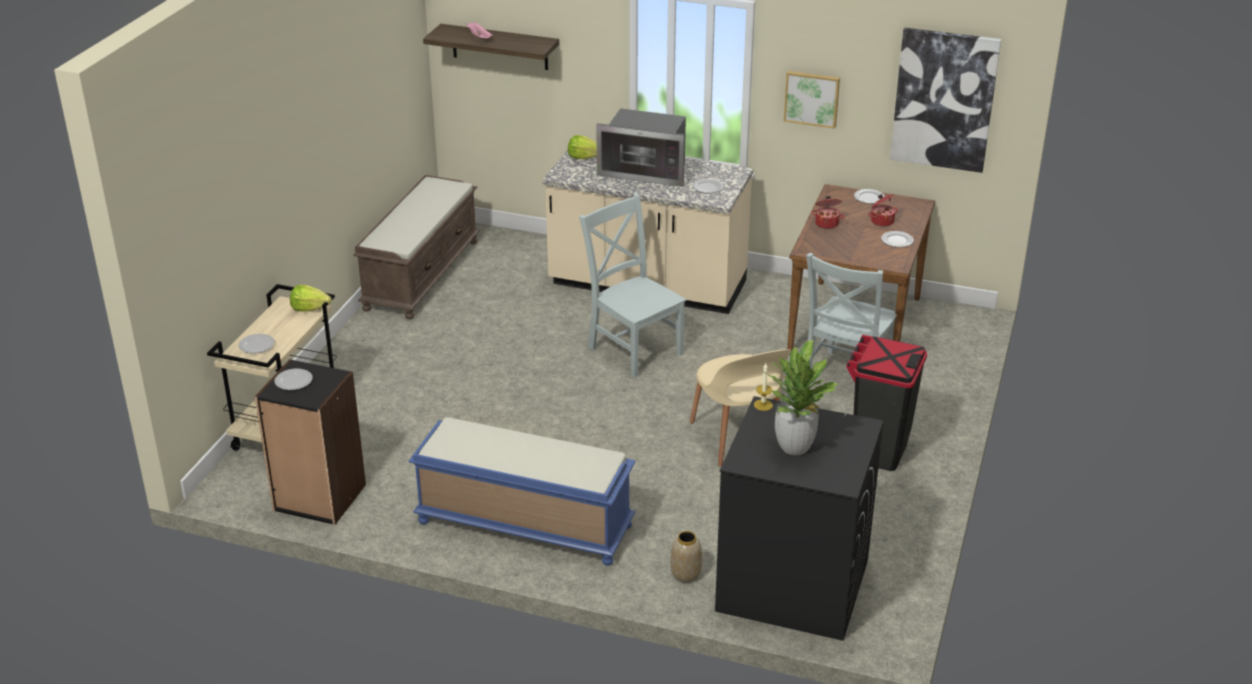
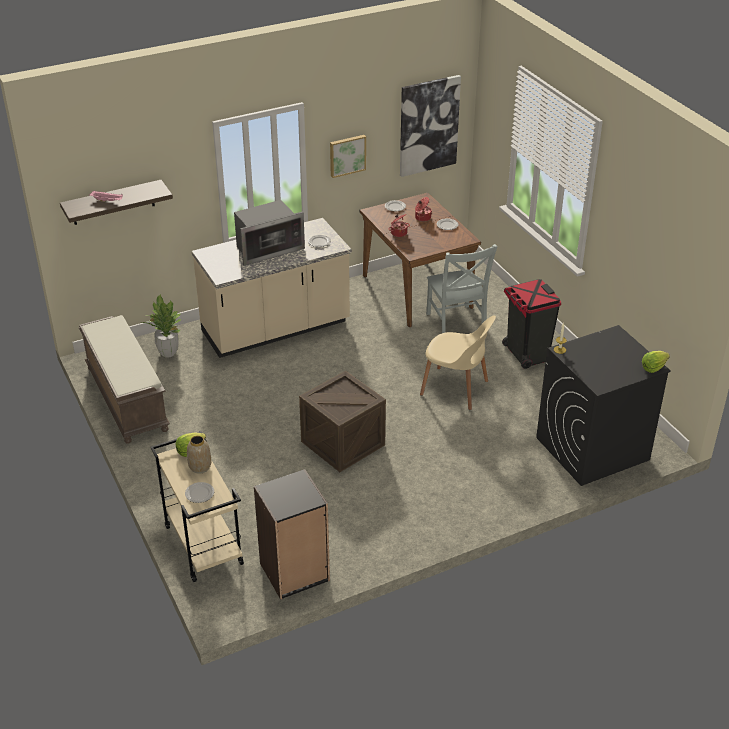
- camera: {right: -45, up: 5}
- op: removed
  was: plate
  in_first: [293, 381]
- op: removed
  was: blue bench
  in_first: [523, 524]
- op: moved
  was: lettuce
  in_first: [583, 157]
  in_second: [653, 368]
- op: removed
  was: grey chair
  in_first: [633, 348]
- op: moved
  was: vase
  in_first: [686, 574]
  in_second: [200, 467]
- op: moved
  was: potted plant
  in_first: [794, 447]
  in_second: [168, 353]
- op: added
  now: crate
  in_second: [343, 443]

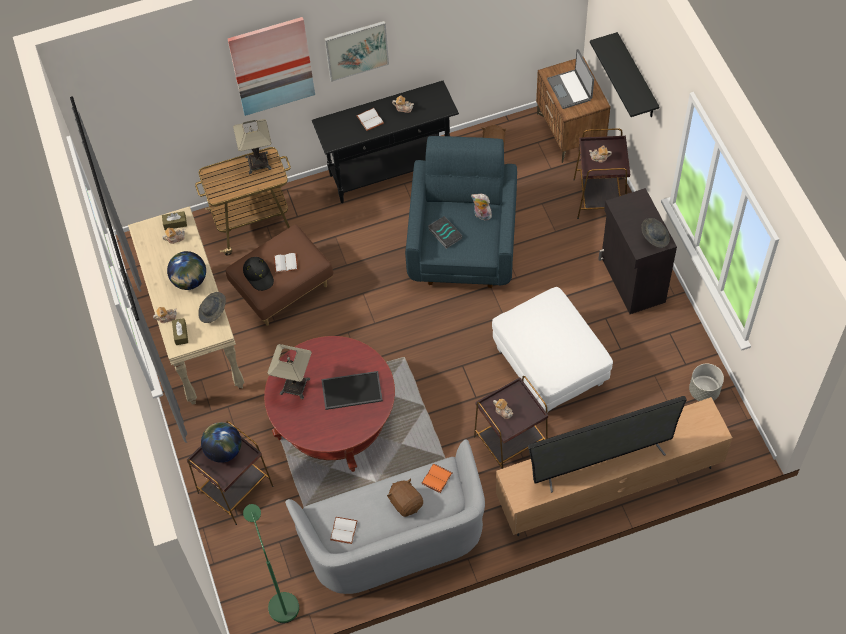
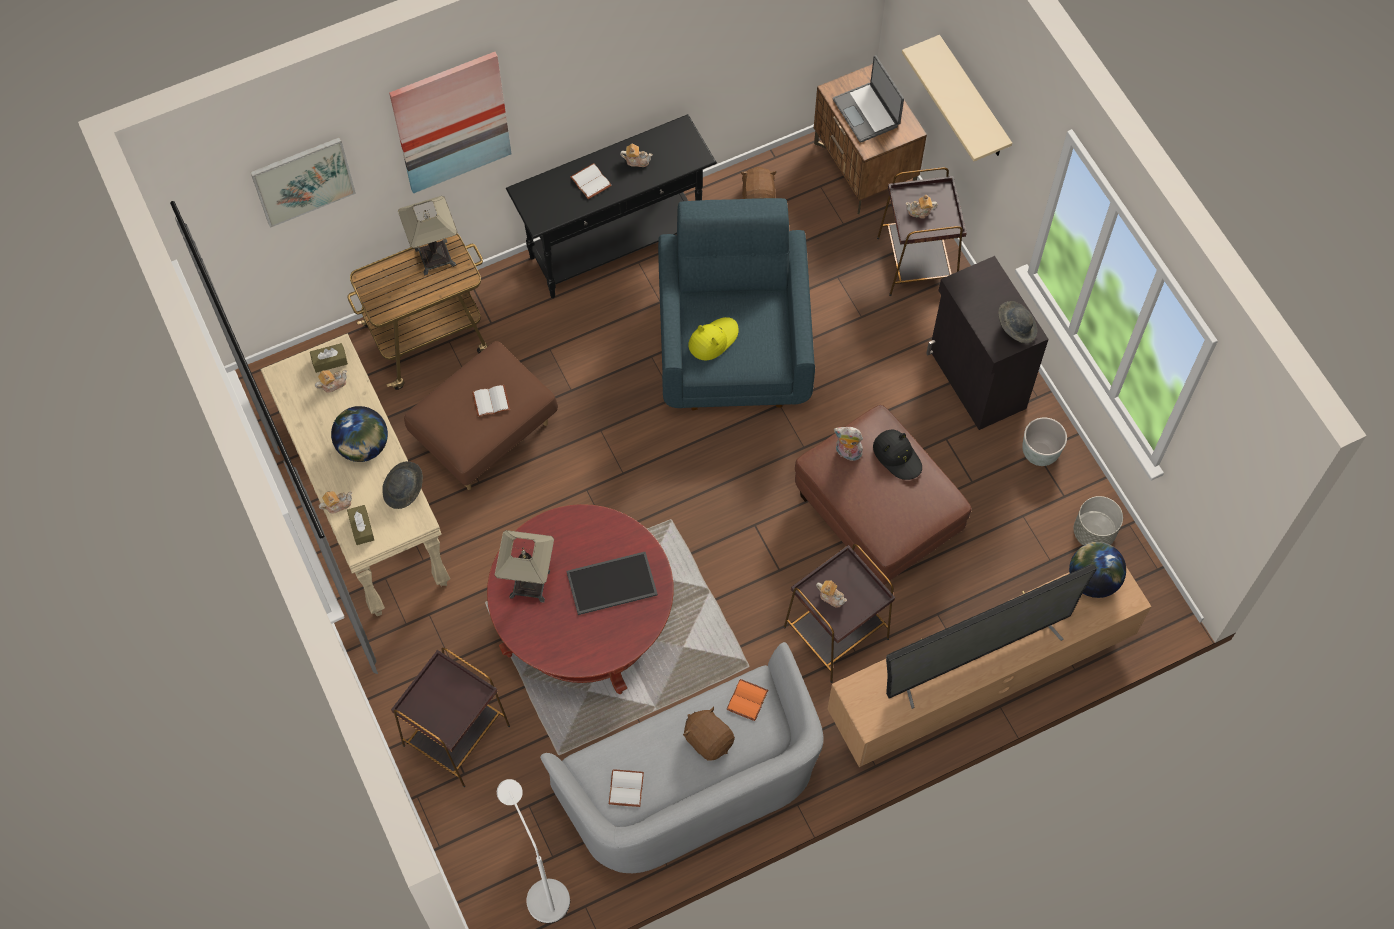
- camera: {right: -10, up: 5}
- op: moved
  was: globe
  in_first: [224, 450]
  in_second: [1092, 580]
- op: moved
  was: black hat
  in_first: [259, 275]
  in_second: [897, 456]
- op: recoloured
  was: green floor lamp
  now: white floor lamp
  in_first: [281, 600]
  in_second: [543, 890]
- op: moved
  was: picture
  in_first: [356, 50]
  in_second: [303, 181]
- op: replaced
  was: book
  now: yellow hat
  in_first: [444, 234]
  in_second: [713, 340]
- op: moved
  was: plush toy
  in_first: [481, 215]
  in_second: [847, 453]
- op: recoloured
  was: white ottoman
  now: brown ottoman
  in_first: [549, 366]
  in_second: [876, 515]
- op: recoloured
  was: black shelf
  now: beige shelf
  in_first: [636, 78]
  in_second: [973, 100]
- op: added
  now: grey planter
  in_second: [1040, 453]

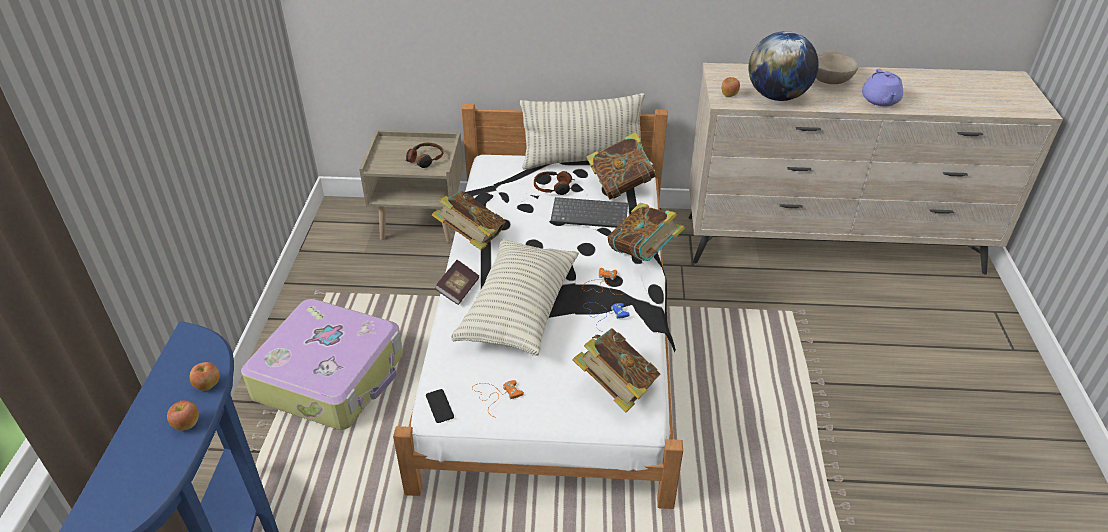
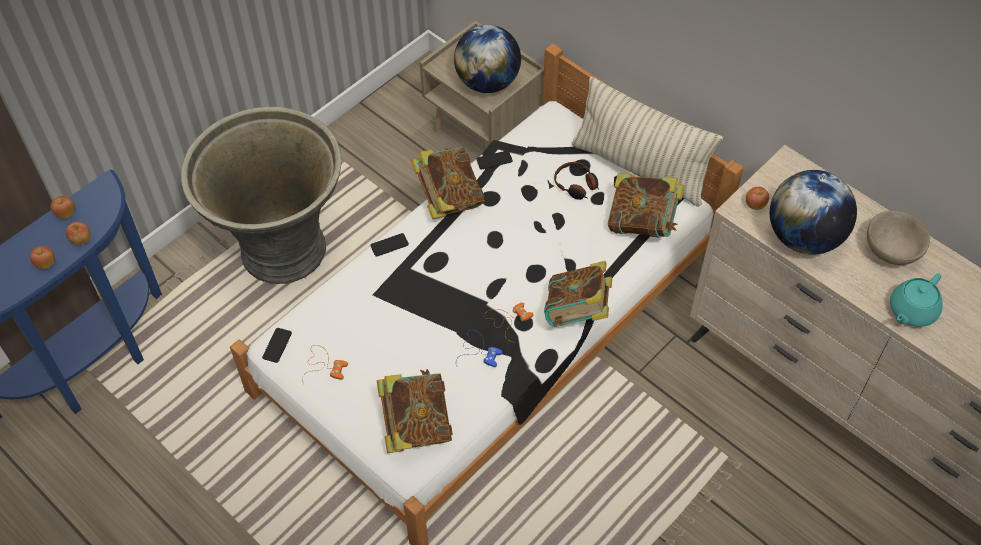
- camera: {right: 40, up: 15}
- op: replaced
  was: suitcase
  now: grey planter
  in_first: [331, 376]
  in_second: [282, 248]
- op: replaced
  was: headphones
  now: globe
  in_first: [424, 159]
  in_second: [487, 82]
- op: replaced
  was: book
  now: phone
  in_first: [458, 290]
  in_second: [389, 245]
- op: removed
  was: pillow
  in_first: [519, 310]
- op: removed
  was: keyboard
  in_first: [590, 214]
- op: recoloured
  was: purple teapot
  now: turquoise teapot
  in_first: [880, 100]
  in_second: [911, 311]
- op: added
  now: apple
  in_second: [66, 214]

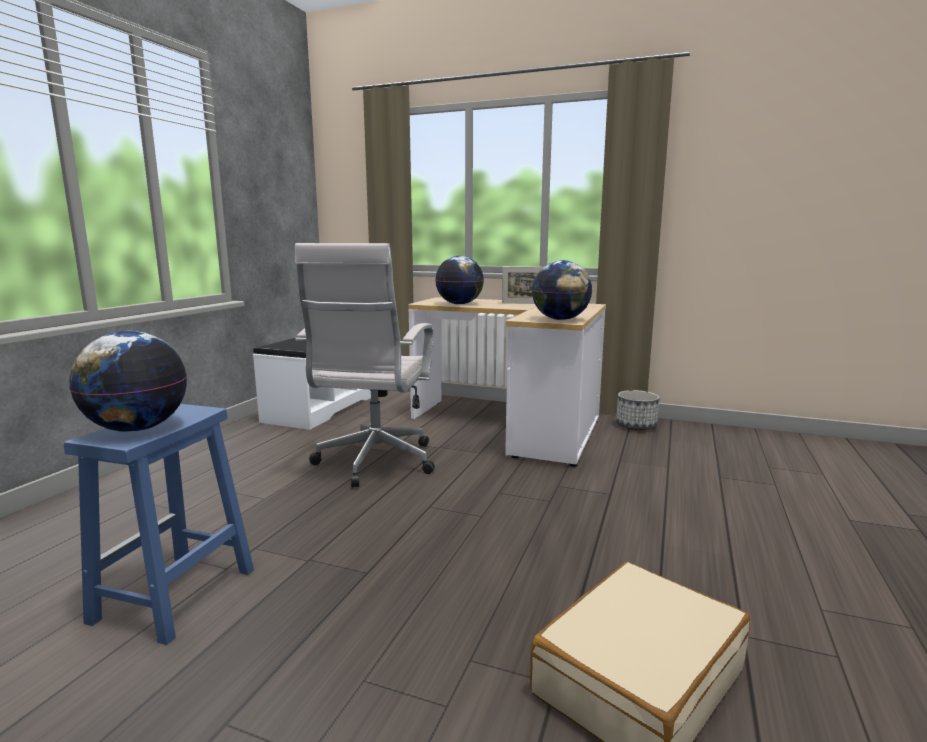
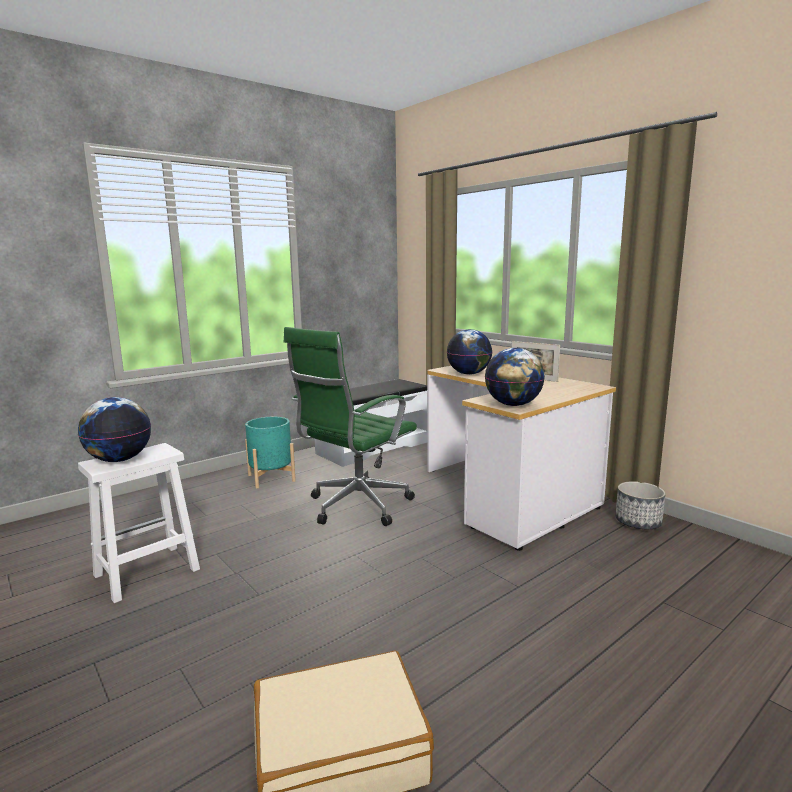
- camera: {right: 30, up: 0}
- op: recoloured
  was: blue stool
  now: white stool
  in_first: [174, 596]
  in_second: [145, 573]
- op: recoloured
  was: white office chair
  now: green office chair
  in_first: [374, 464]
  in_second: [355, 507]
- op: added
  now: turquoise planter
  in_second: [271, 478]

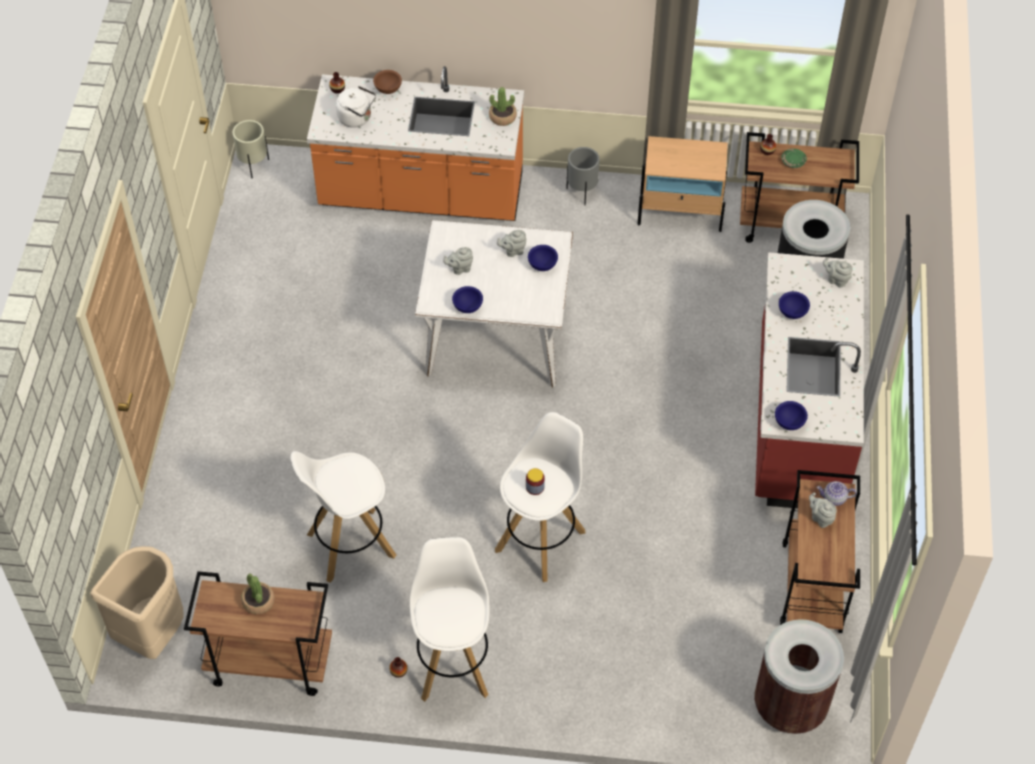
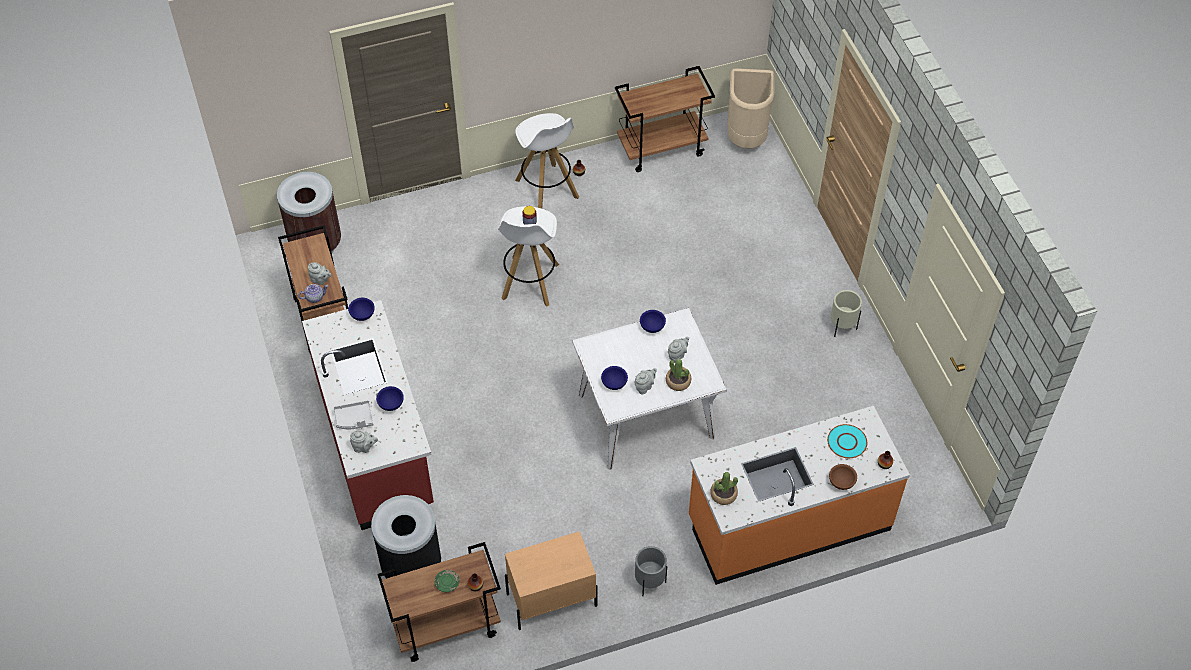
- camera: {right: 155, up: 0}
- op: moved
  was: beige planter
  in_first: [253, 166]
  in_second: [842, 328]
- op: moved
  was: potted plant
  in_first: [258, 601]
  in_second: [678, 381]
- op: removed
  was: white stool
  in_first: [349, 545]
- op: replaced
  was: white kettle
  now: turquoise plate
  in_first: [357, 118]
  in_second: [846, 442]
- op: added
  now: grey tray
  in_second: [354, 419]

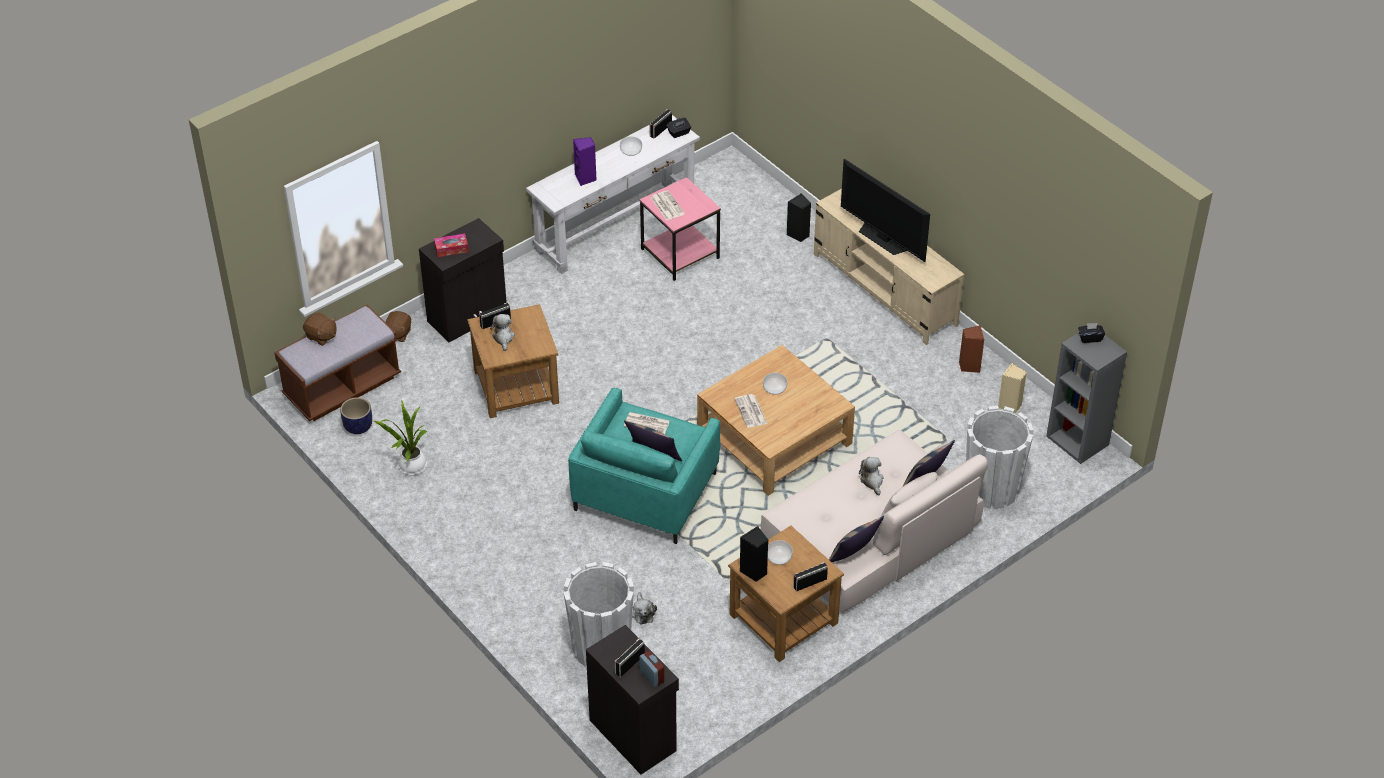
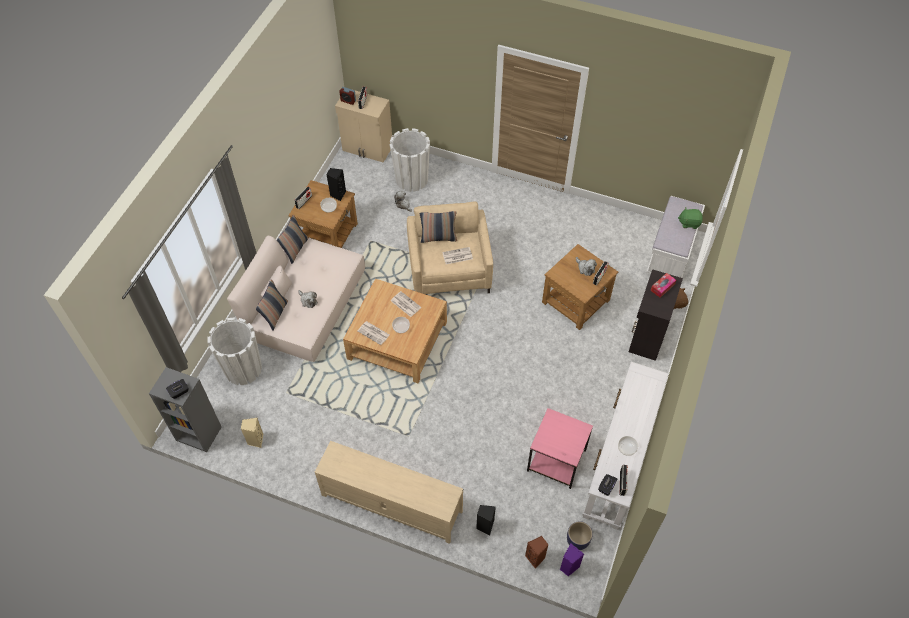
- camera: {right: 150, up: 10}
- op: recoloured
  was: brown bench
  now: white bench
  in_first: [342, 387]
  in_second: [671, 253]
- op: recoloured
  was: brown plush toy
  now: green plush toy
  in_first: [321, 336]
  in_second: [689, 223]
- op: moved
  was: planter
  in_first: [358, 426]
  in_second: [577, 541]
- op: removed
  was: potted plant
  in_first: [410, 467]
- op: recoloured
  was: turquoise armchair
  now: beige armchair
  in_first: [645, 491]
  in_second: [450, 270]
- op: moved
  was: purple speaker
  in_first: [585, 178]
  in_second: [568, 567]
- op: recoloured
  was: black cabinet
  now: beige cabinet
  in_first: [633, 734]
  in_second: [367, 149]
- op: moved
  was: newspaper
  in_first: [666, 205]
  in_second: [374, 333]
- op: removed
  was: television
  in_first: [883, 238]
- op: moved
  was: brown speaker
  in_first: [969, 366]
  in_second: [535, 558]

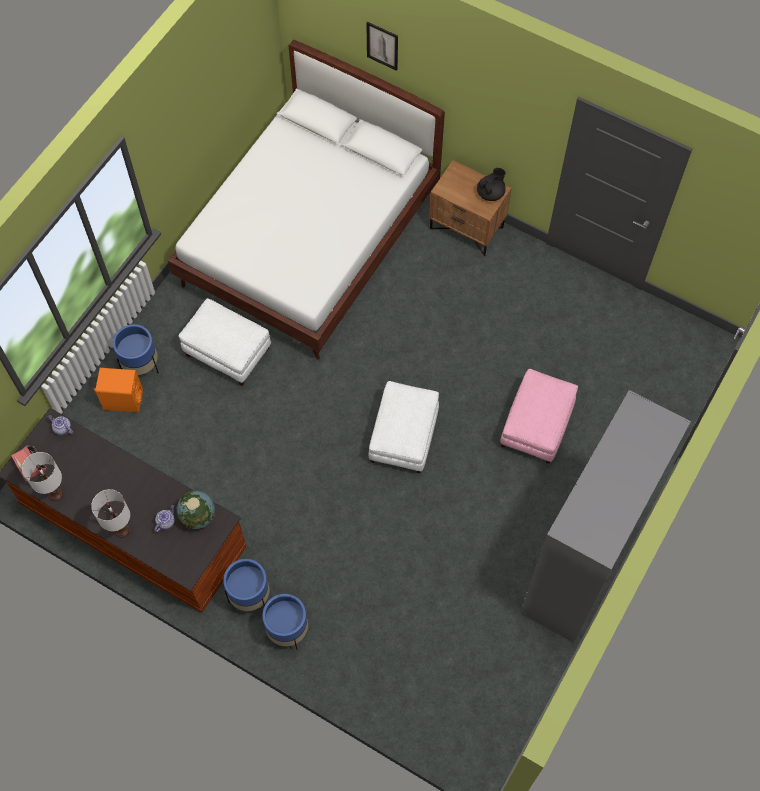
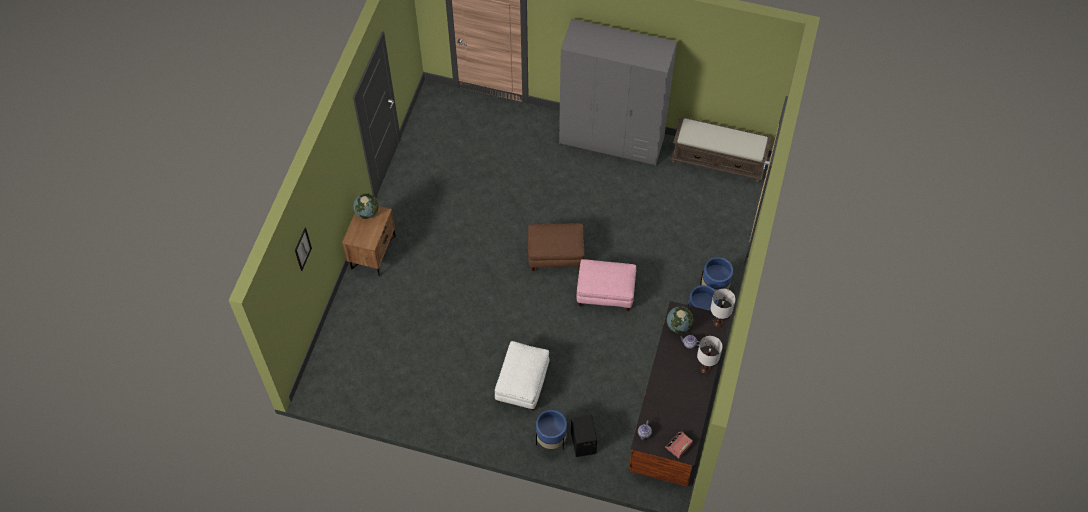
- camera: {right: -105, up: -5}
- op: moved
  was: white table lamp
  in_first: [55, 494]
  in_second: [718, 323]
- op: recoloured
  was: orange speaker
  now: black speaker
  in_first: [123, 400]
  in_second: [583, 443]
- op: removed
  was: white bed
  in_first: [310, 239]
- op: recoloured
  was: white ottoman
  now: brown ottoman
  in_first: [404, 437]
  in_second: [556, 254]
- op: replaced
  was: black teapot
  now: globe
  in_first: [491, 193]
  in_second: [367, 212]
- op: moved
  was: pink ottoman
  in_first: [536, 426]
  in_second: [606, 292]
- op: added
  now: brown bench
  in_second: [719, 160]

